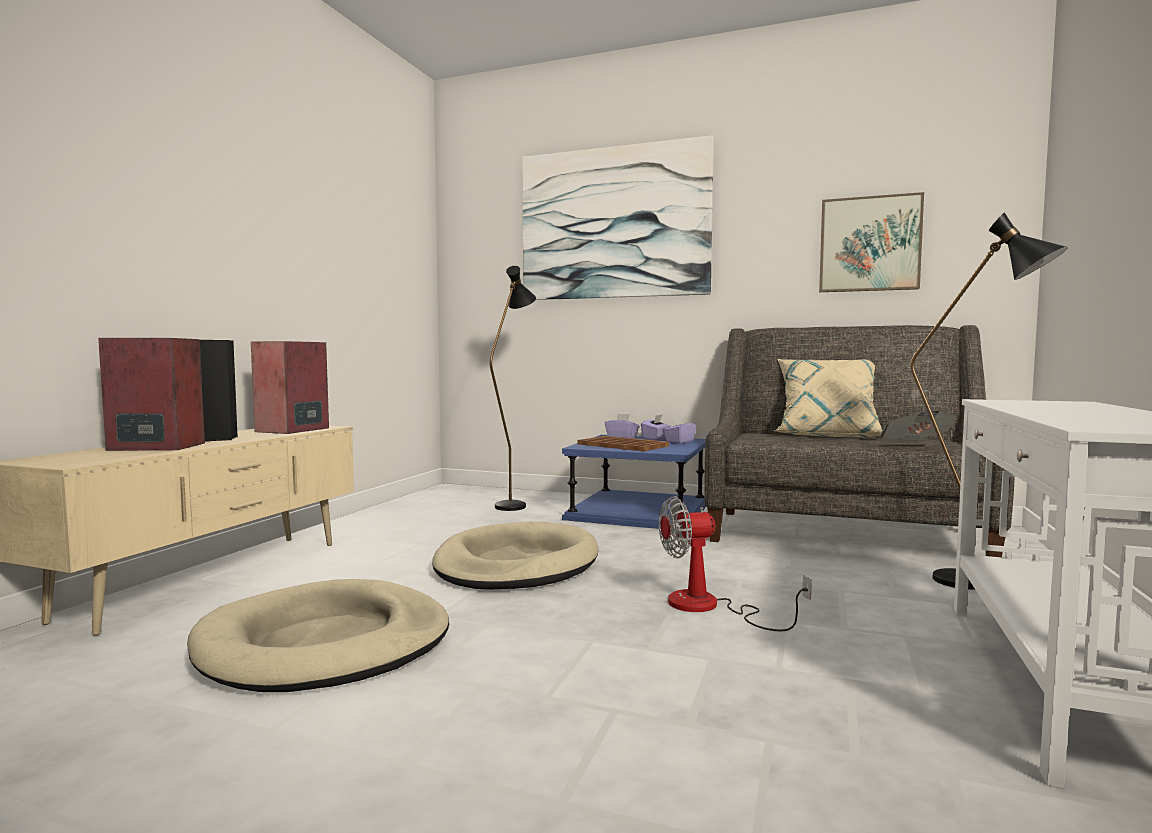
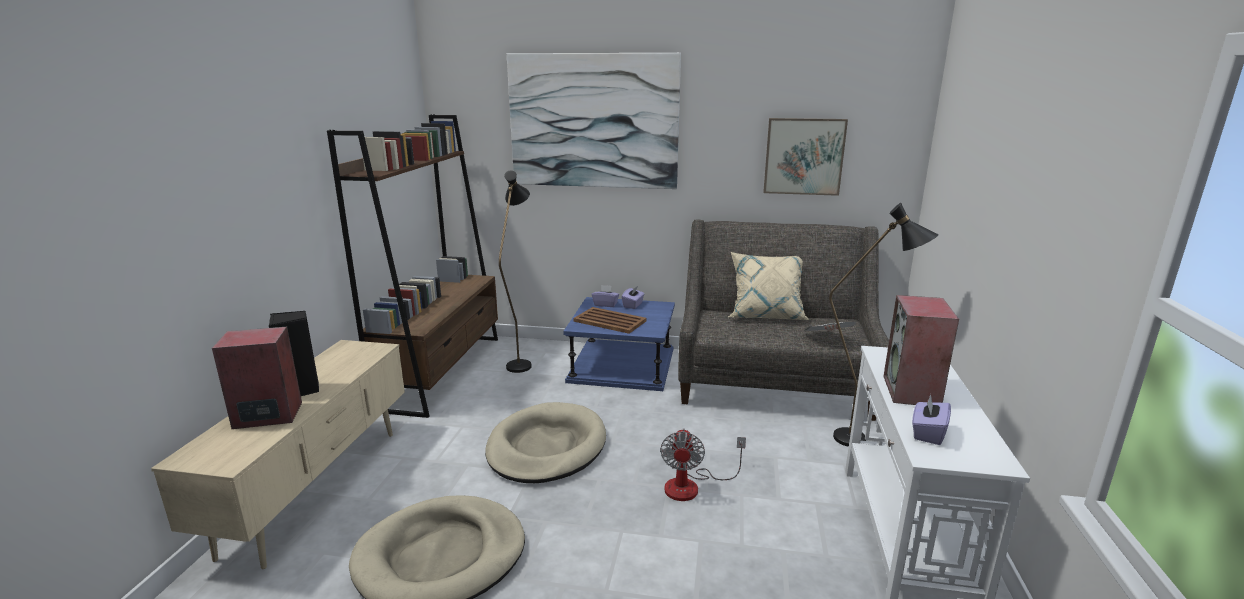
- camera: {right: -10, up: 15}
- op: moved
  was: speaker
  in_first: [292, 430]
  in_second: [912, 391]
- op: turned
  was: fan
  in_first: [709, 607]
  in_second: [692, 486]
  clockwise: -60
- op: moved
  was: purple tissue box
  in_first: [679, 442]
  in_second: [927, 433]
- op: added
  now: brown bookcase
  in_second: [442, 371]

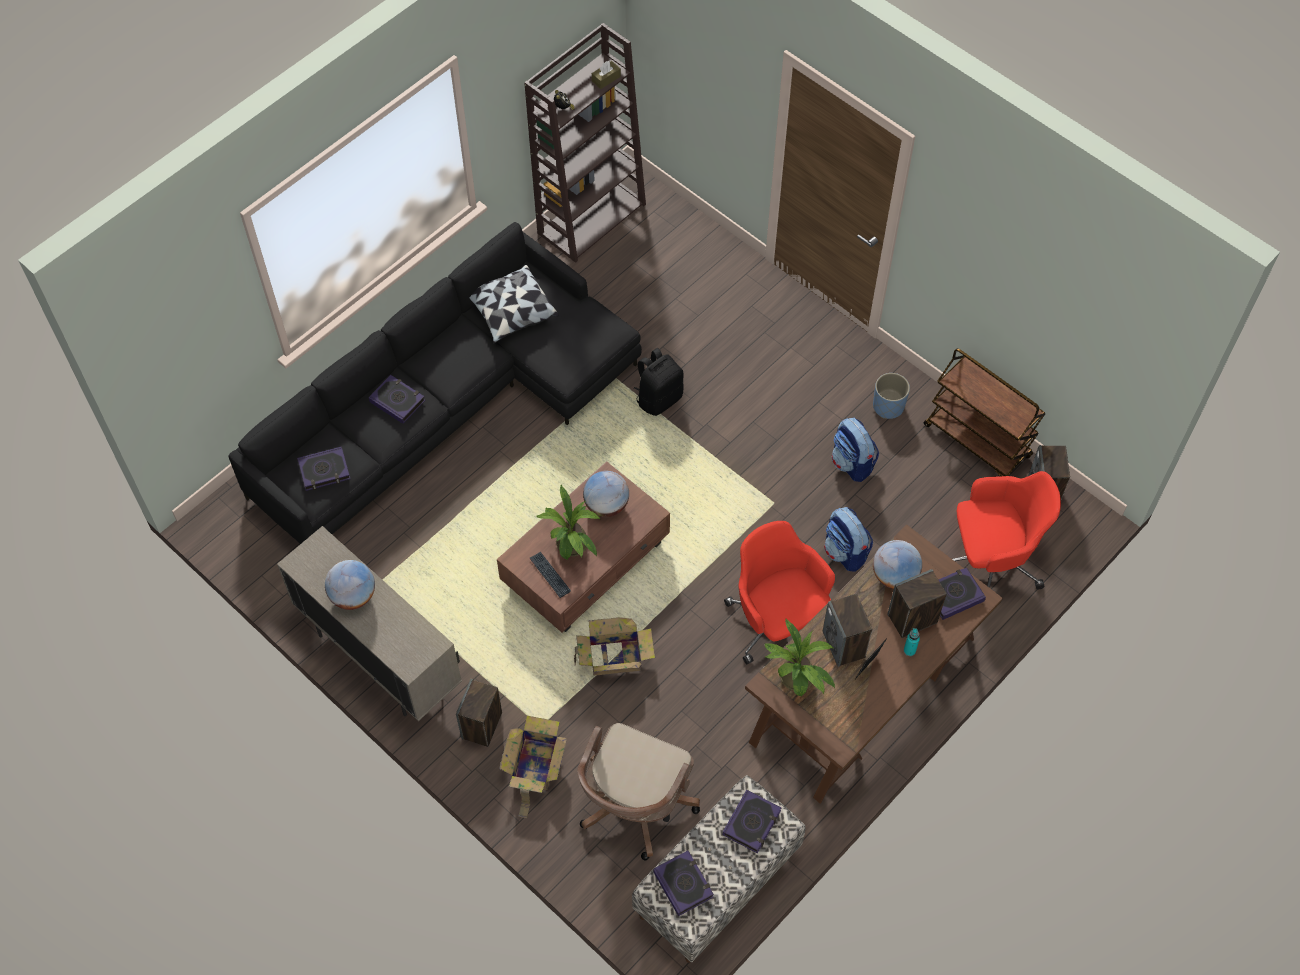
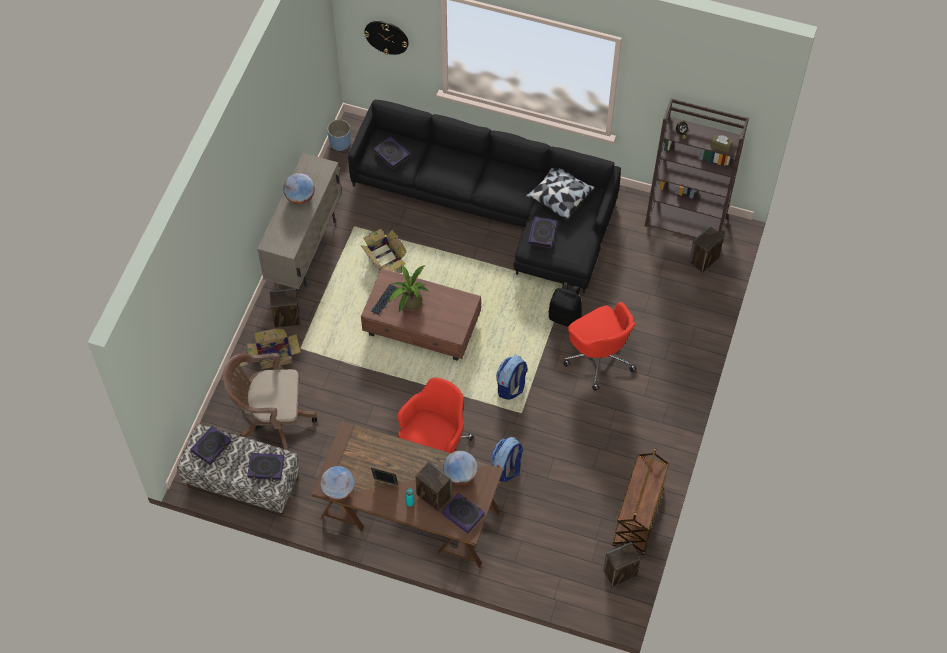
- camera: {right: 65, up: 0}
- op: moved
  was: book
  in_first: [397, 401]
  in_second: [542, 234]
- op: moved
  was: cardboard box
  in_first: [612, 658]
  in_second: [384, 258]
- op: moved
  was: globe
  in_first: [606, 505]
  in_second: [338, 490]
- op: removed
  was: potted plant
  in_first: [797, 681]
- op: moved
  was: speaker
  in_first: [844, 645]
  in_second: [704, 260]
- op: moved
  was: backpack
  in_first: [852, 463]
  in_second: [511, 387]
- op: moved
  was: blue planter
  in_first: [888, 406]
  in_second: [340, 142]
- op: moved
  was: red office chair
  in_first: [991, 560]
  in_second: [599, 357]
- op: added
  now: wall clock
  in_second: [386, 37]

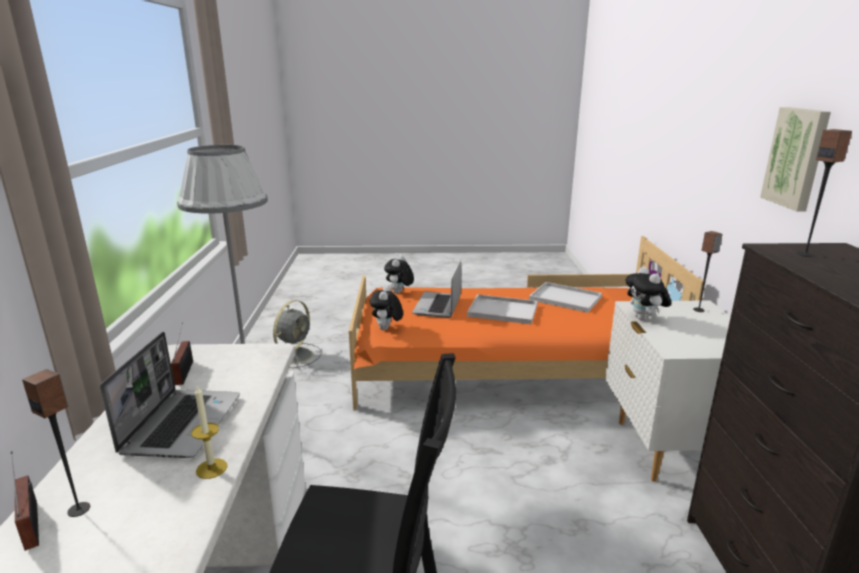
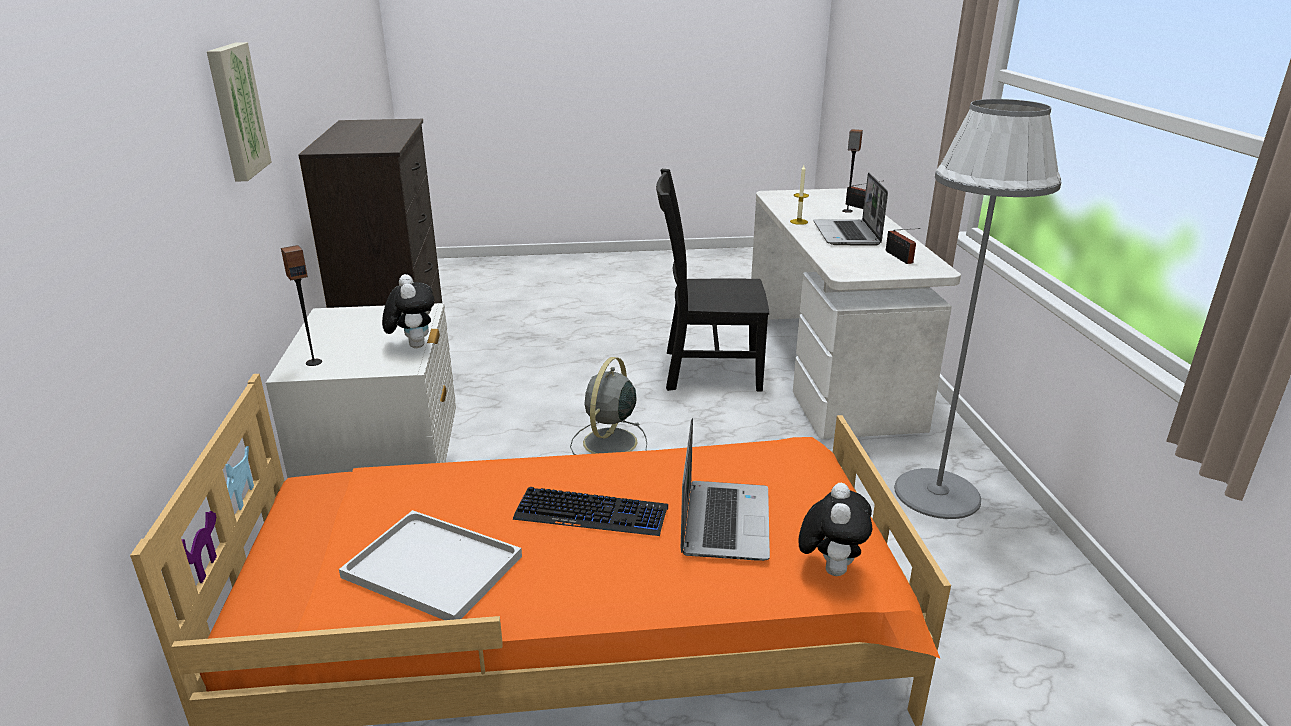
- camera: {right: 175, up: 5}
- op: moved
  was: grey fan
  in_first: [296, 355]
  in_second: [609, 444]
- op: removed
  was: plush toy
  in_first: [386, 329]
- op: replaced
  was: white tray
  now: keyboard
  in_first: [501, 310]
  in_second: [591, 514]
- op: removed
  was: speaker
  in_first: [805, 254]

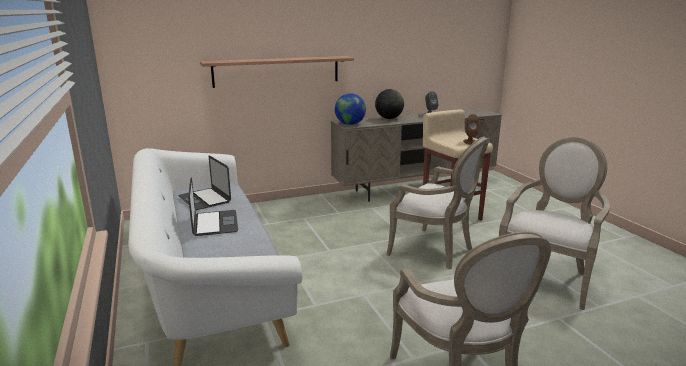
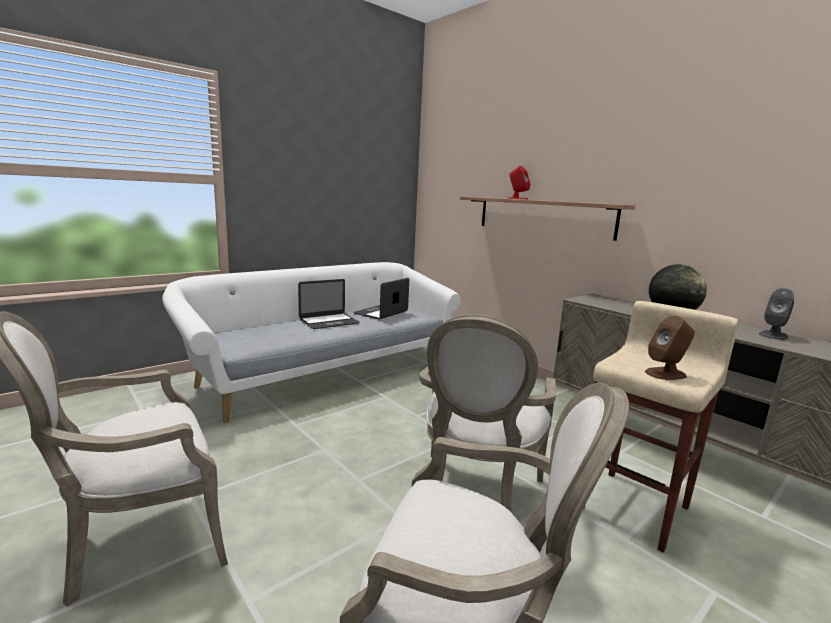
- camera: {right: 70, up: -5}
- op: removed
  was: globe
  in_first: [350, 124]
- op: added
  now: red speaker
  in_second: [517, 198]

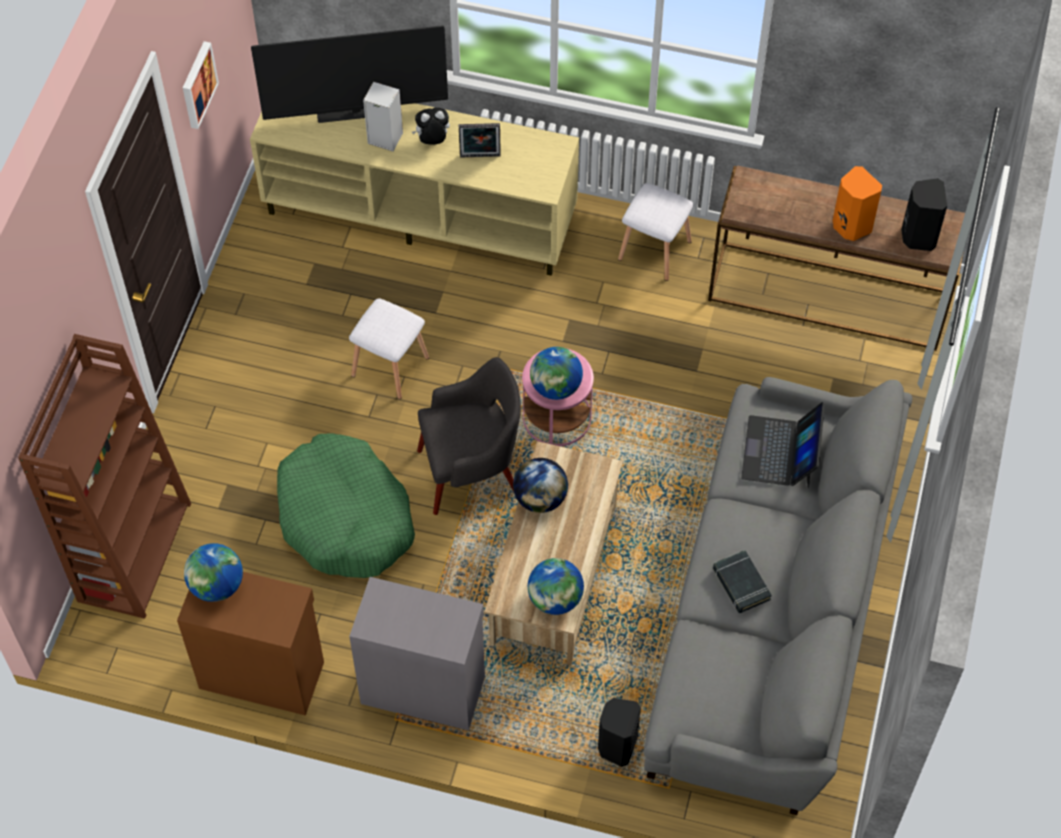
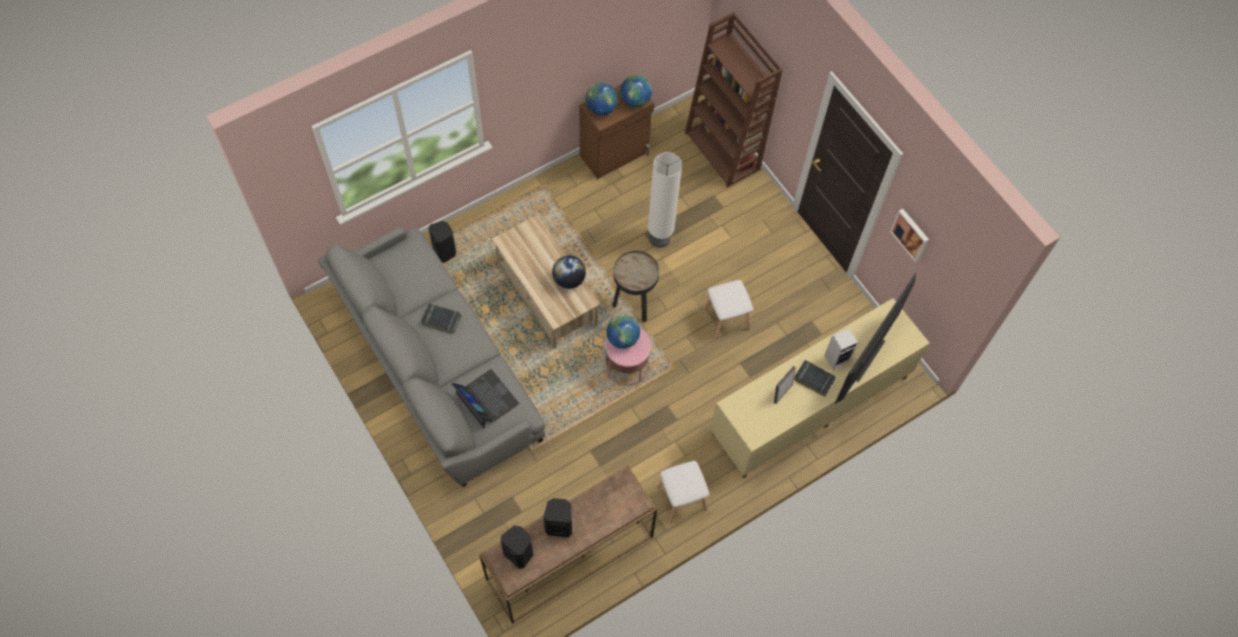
- camera: {right: 130, up: 5}
- op: replaced
  was: green dog bed
  now: white floor lamp
  in_first: [345, 517]
  in_second: [660, 238]
- op: removed
  was: grey cabinet
  in_first: [422, 688]
- op: replaced
  was: plush toy
  now: black book
  in_first: [432, 141]
  in_second: [814, 379]
- op: replaced
  was: grey armchair
  now: black side table
  in_first: [471, 472]
  in_second: [633, 305]
- op: moved
  was: globe
  in_first: [555, 599]
  in_second: [601, 108]
- op: recoloured
  was: orange speaker
  now: black speaker
  in_first: [850, 226]
  in_second: [559, 525]

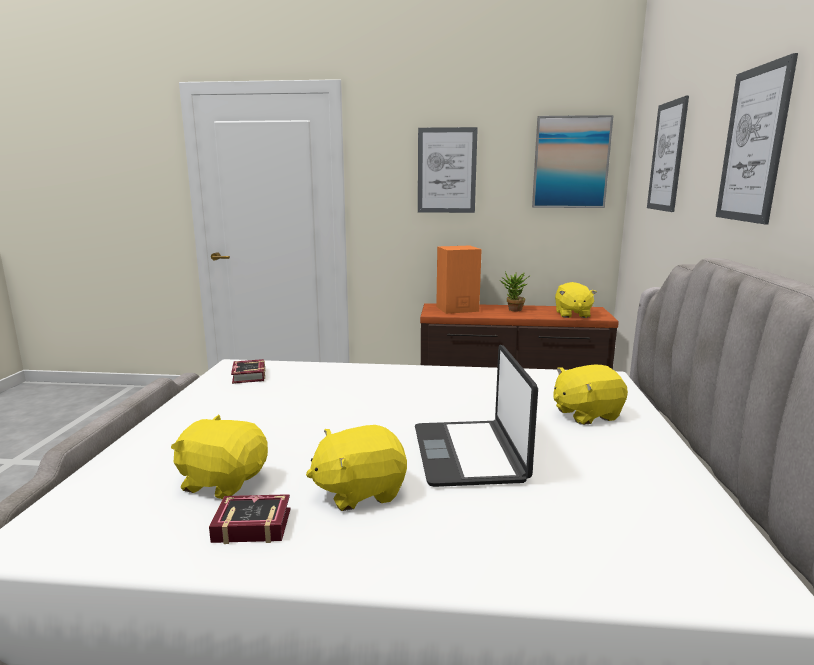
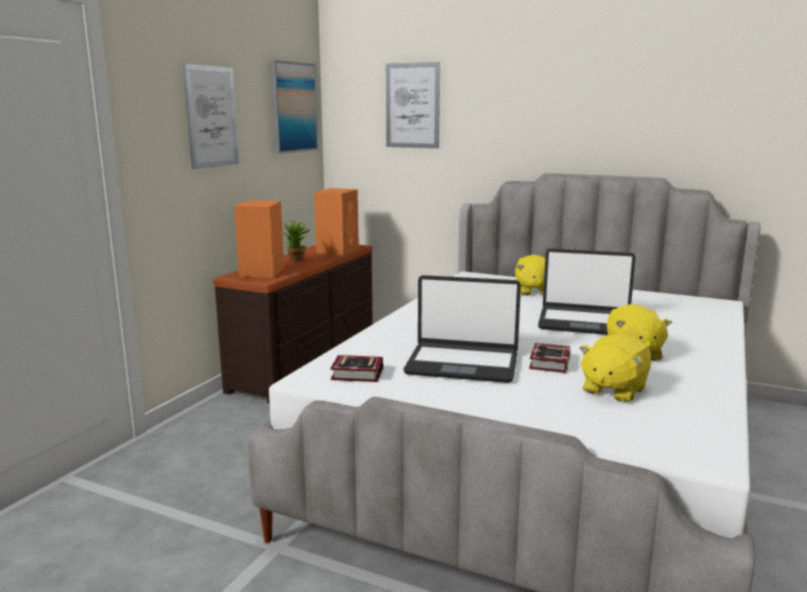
- camera: {right: -70, up: 0}
- op: moved
  was: book
  in_first: [249, 524]
  in_second: [548, 363]
- op: replaced
  was: yellow plush toy
  now: orange speaker
  in_first: [572, 314]
  in_second: [338, 250]
- op: removed
  was: picture
  in_first: [753, 145]
- op: added
  now: laptop
  in_second: [462, 364]

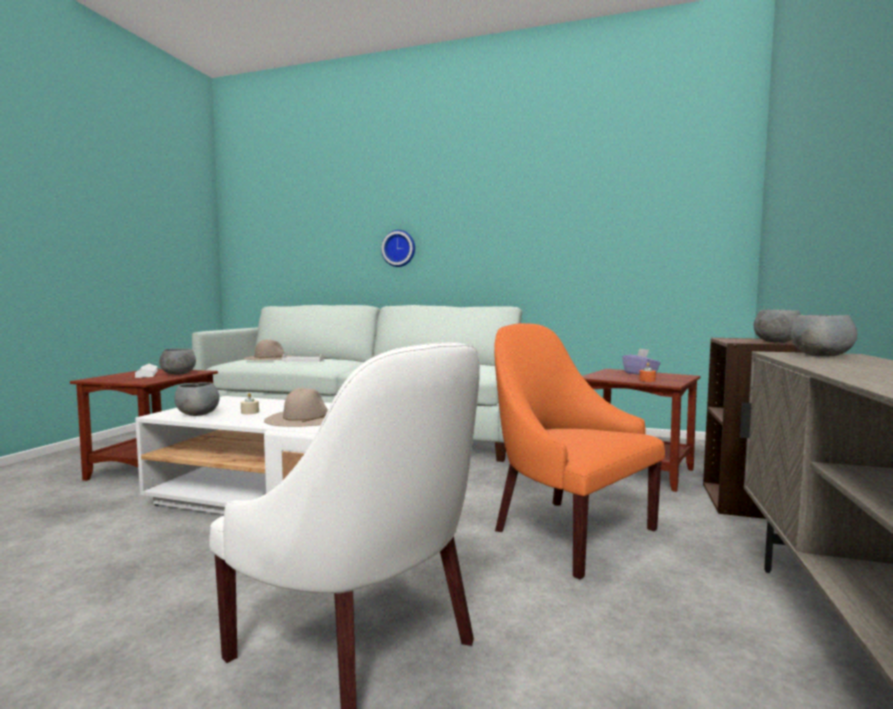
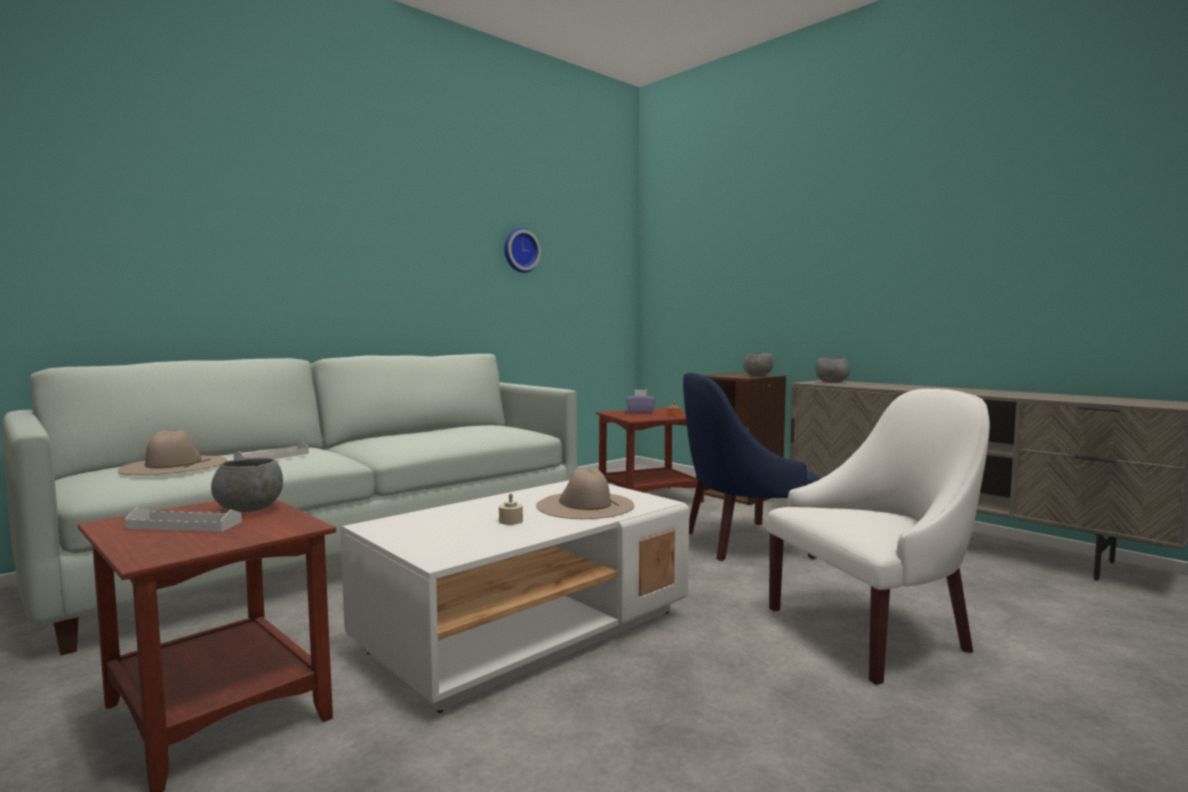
- camera: {right: -60, up: 0}
- op: removed
  was: grey bowl
  in_first: [198, 414]
- op: moved
  was: wall clock
  in_first: [399, 248]
  in_second: [520, 250]
- op: recoloured
  was: orange armchair
  now: blue armchair
  in_first: [568, 531]
  in_second: [742, 542]

